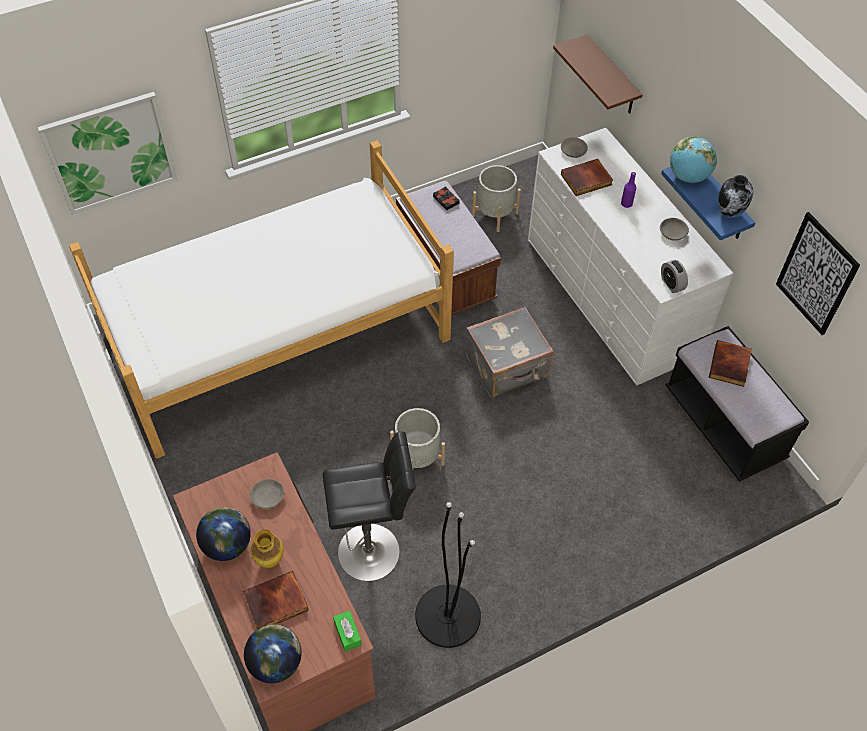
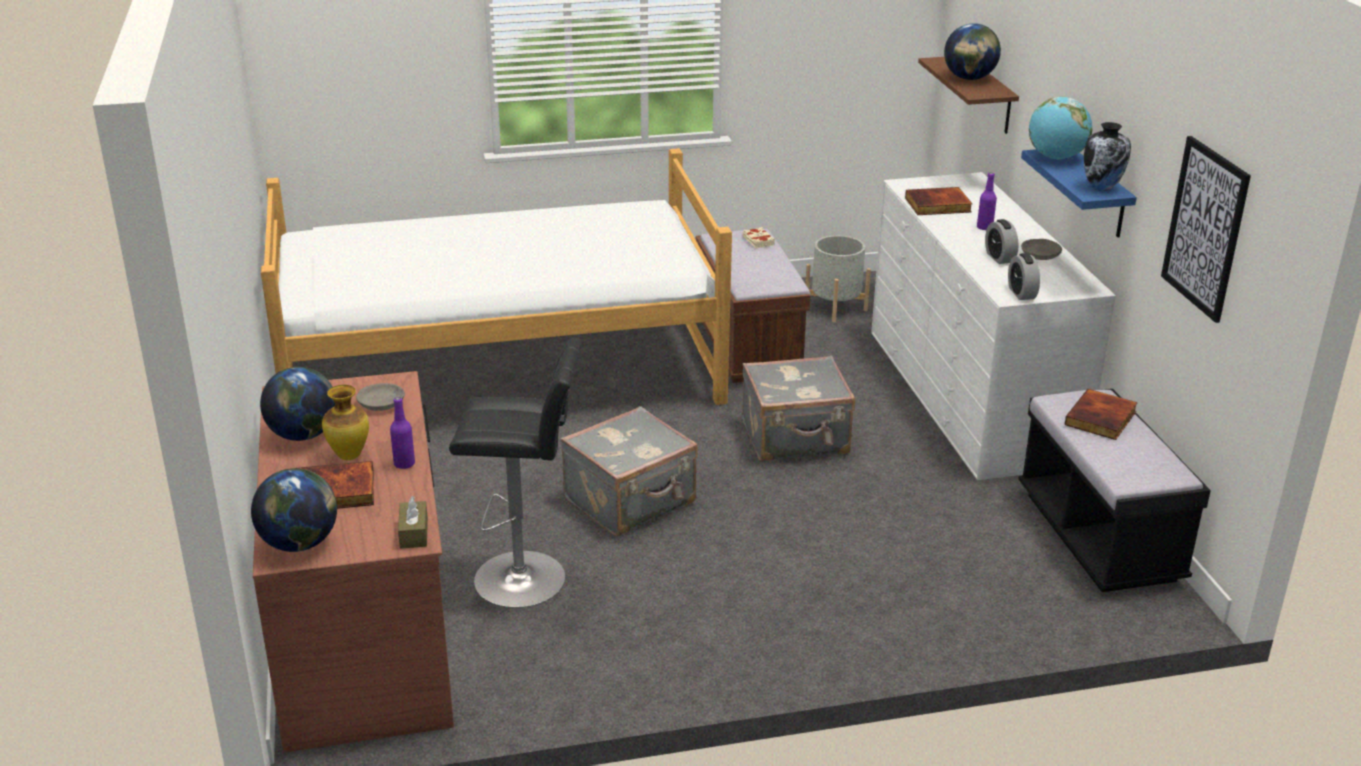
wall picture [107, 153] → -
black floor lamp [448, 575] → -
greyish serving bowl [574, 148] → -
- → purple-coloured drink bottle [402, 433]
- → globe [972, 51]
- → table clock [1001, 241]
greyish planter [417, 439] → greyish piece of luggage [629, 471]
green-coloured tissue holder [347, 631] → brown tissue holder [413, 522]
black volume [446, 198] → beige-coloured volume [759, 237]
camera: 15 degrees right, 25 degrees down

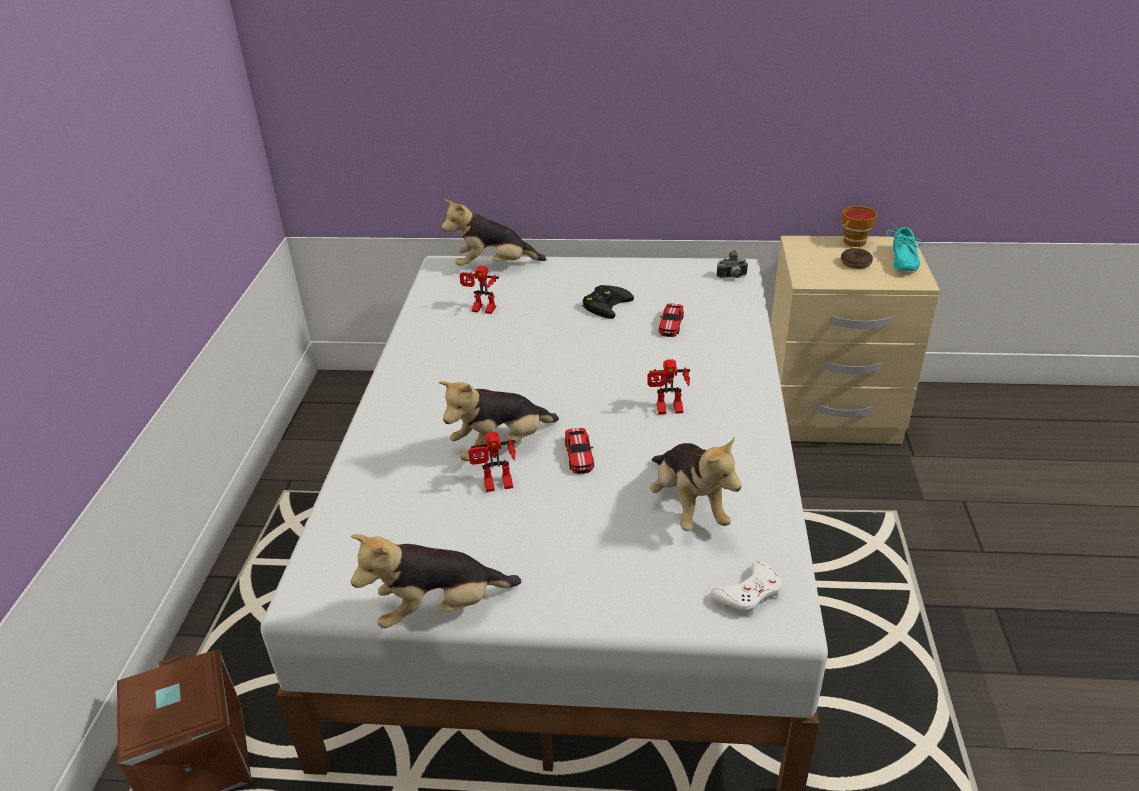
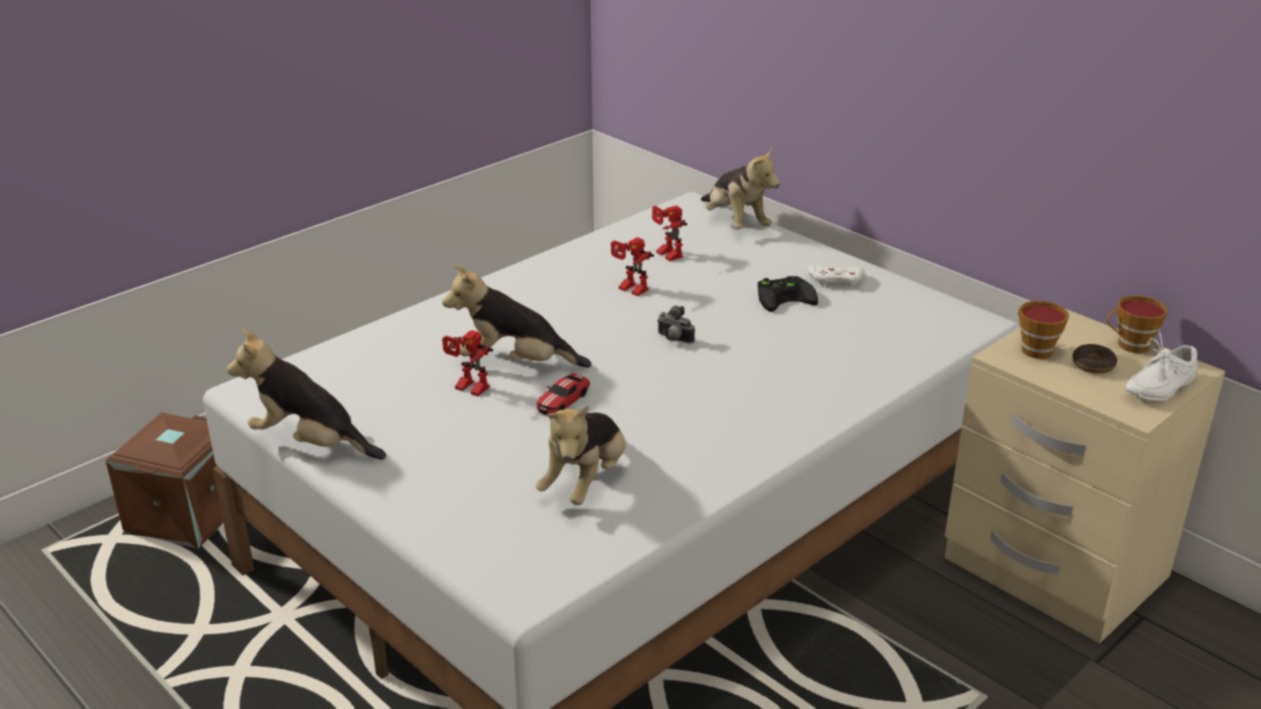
toy car [671, 320] → -
- → drinking cup [1043, 330]
robot figure [668, 386] → robot figure [632, 266], move
whitish game controller [746, 588] → whitish game controller [836, 276], move
still camera [732, 264] → still camera [676, 325], move
blue-green item of footwear [904, 247] → whitish item of footwear [1161, 366]
soft toy [494, 232] → soft toy [740, 188], 150 degrees counterclockwise
camera: 40 degrees right, 5 degrees down

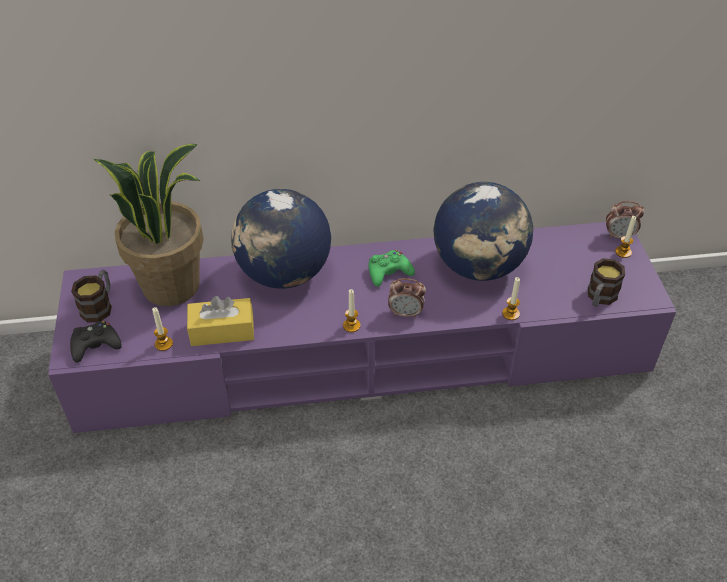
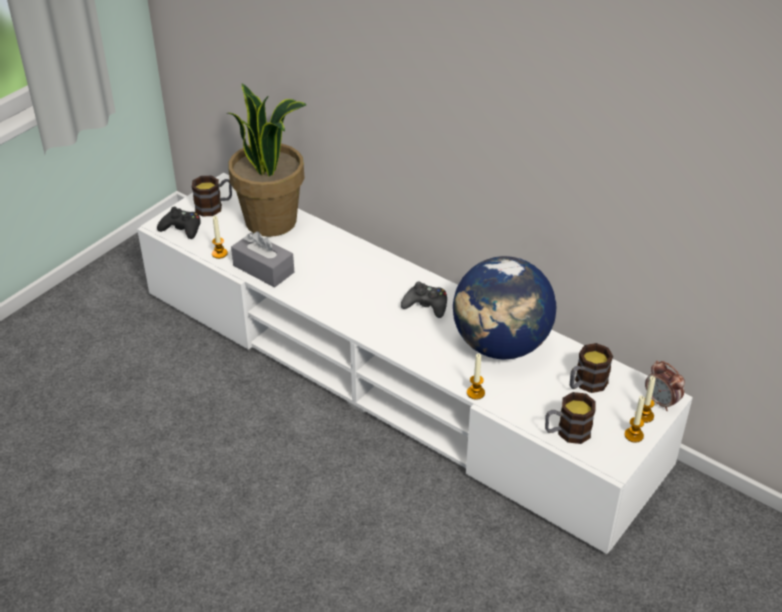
globe [281, 239] → -
table clock [407, 298] → -
- → mug [591, 368]
candle [352, 310] → candle [635, 419], move
purple-coloured tv stand [362, 327] → whitish tv stand [415, 363]
yellow tissue holder [220, 321] → greyish tissue holder [262, 259]
green-coloured game controller [392, 268] → black game controller [424, 299]
camera: 45 degrees right, 5 degrees down

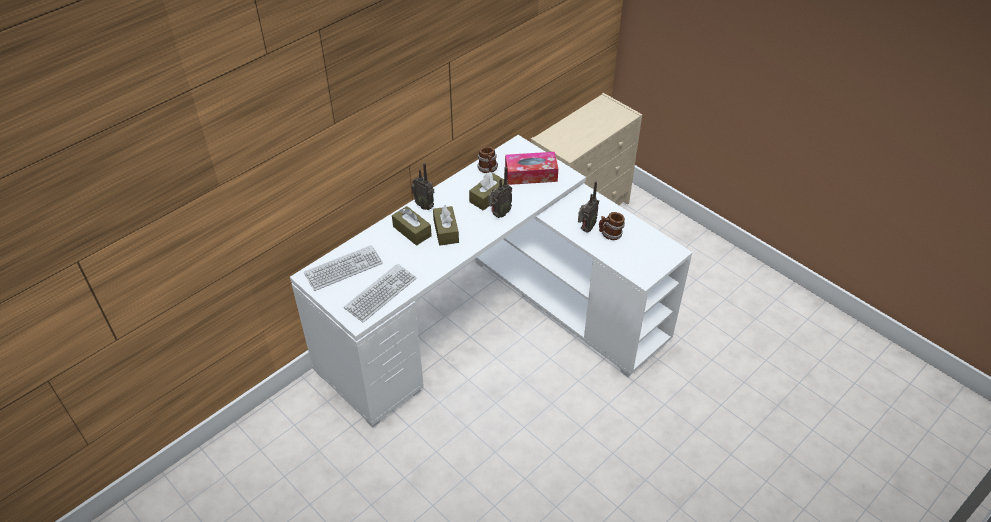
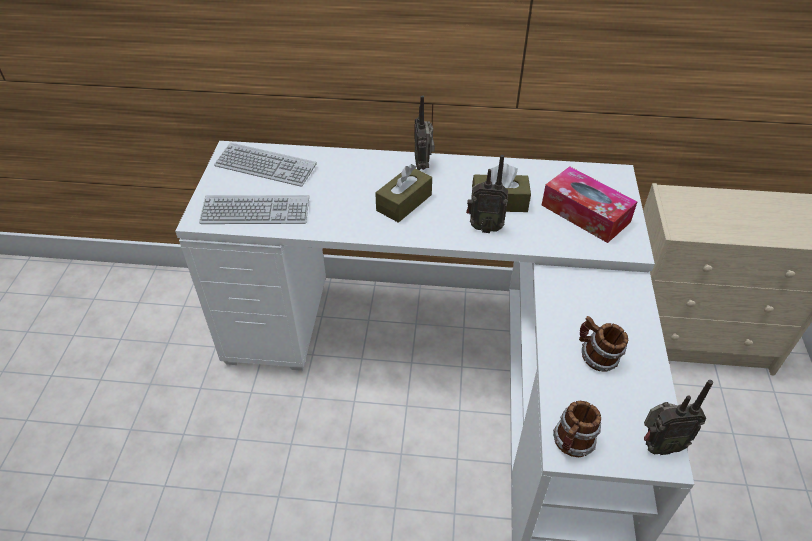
brown tissue holder [412, 226] → -
mug [487, 160] → mug [577, 429], move
radio receiver [588, 207] → radio receiver [678, 417], move
camera: 50 degrees right, 0 degrees up

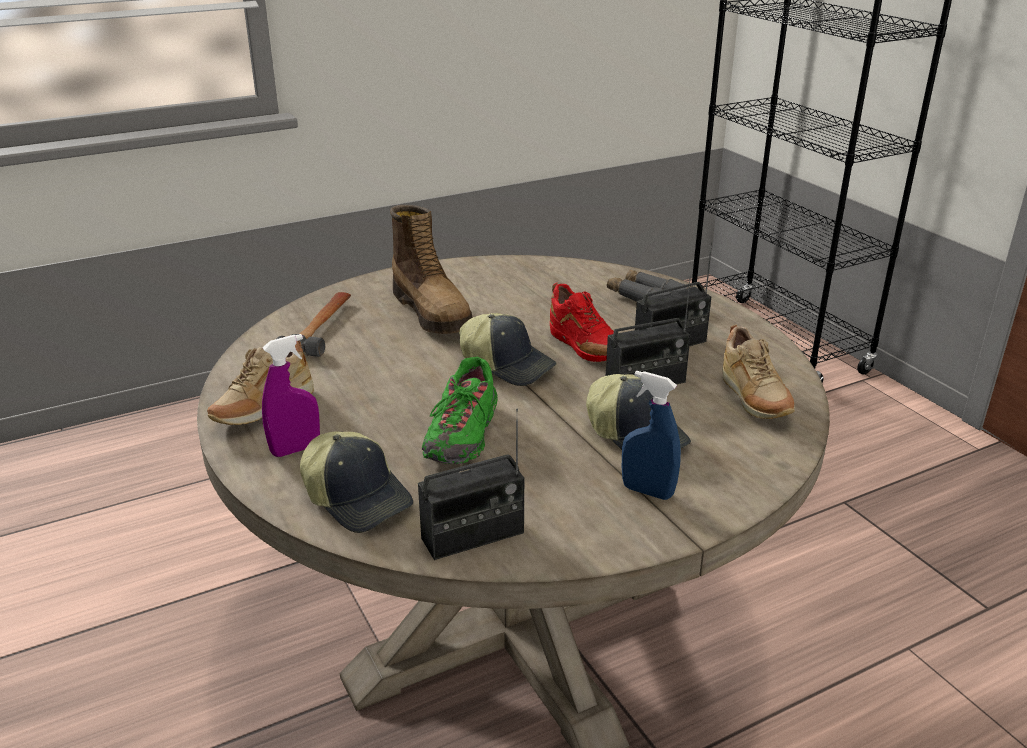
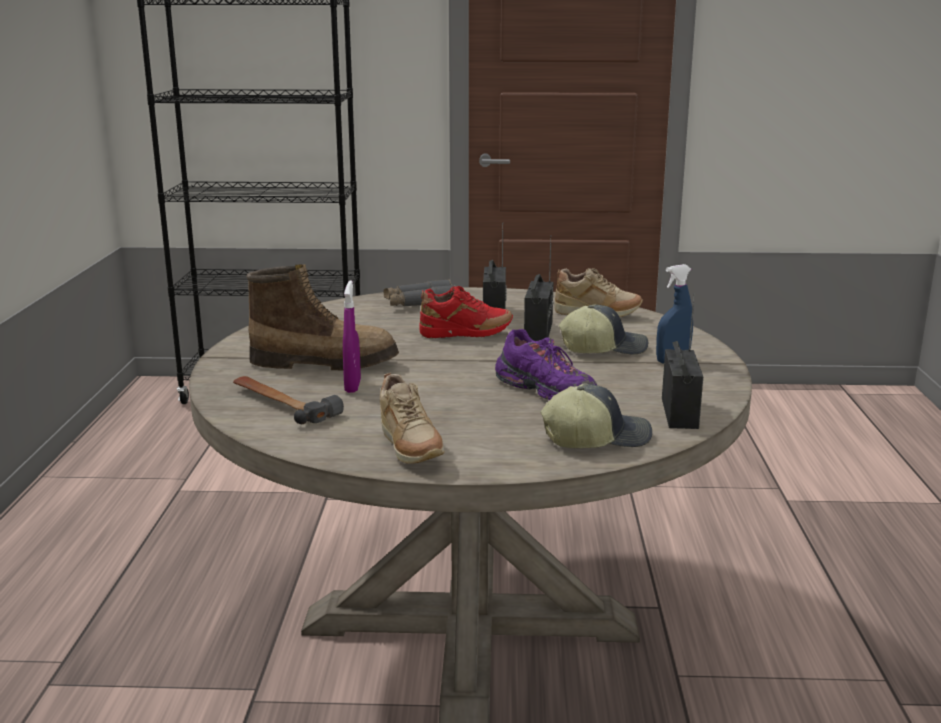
peaked cap [508, 349] → -
purple-coloured hand sprayer [291, 395] → purple-coloured hand sprayer [352, 337], move
green-coloured item of footwear [460, 410] → purple-coloured item of footwear [546, 364]
camera: 60 degrees left, 10 degrees down

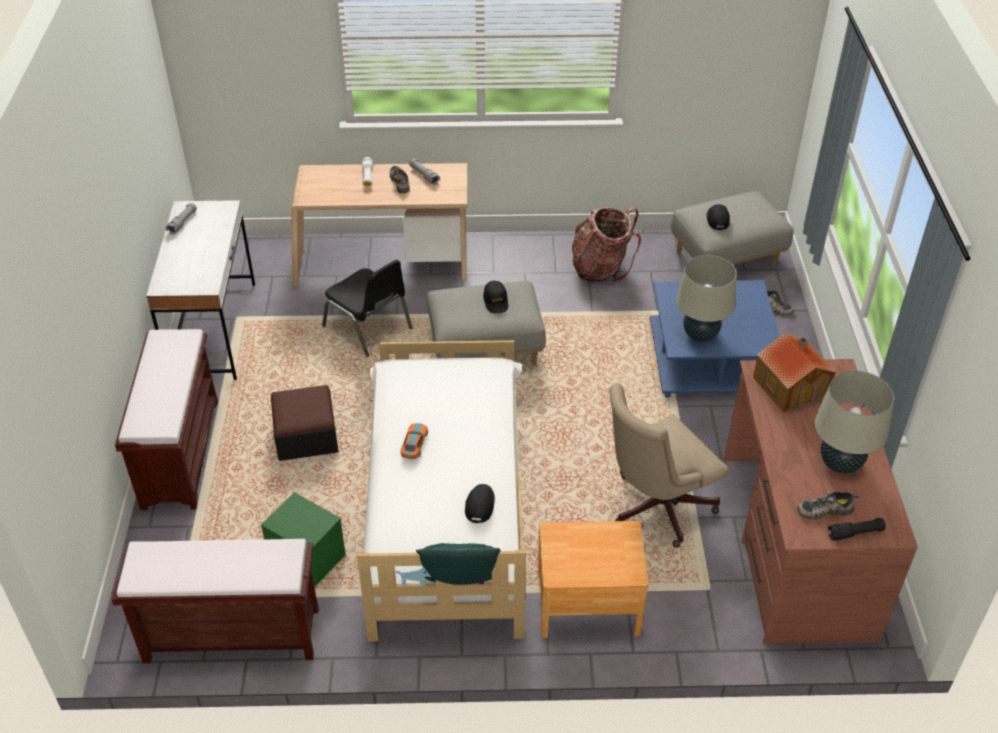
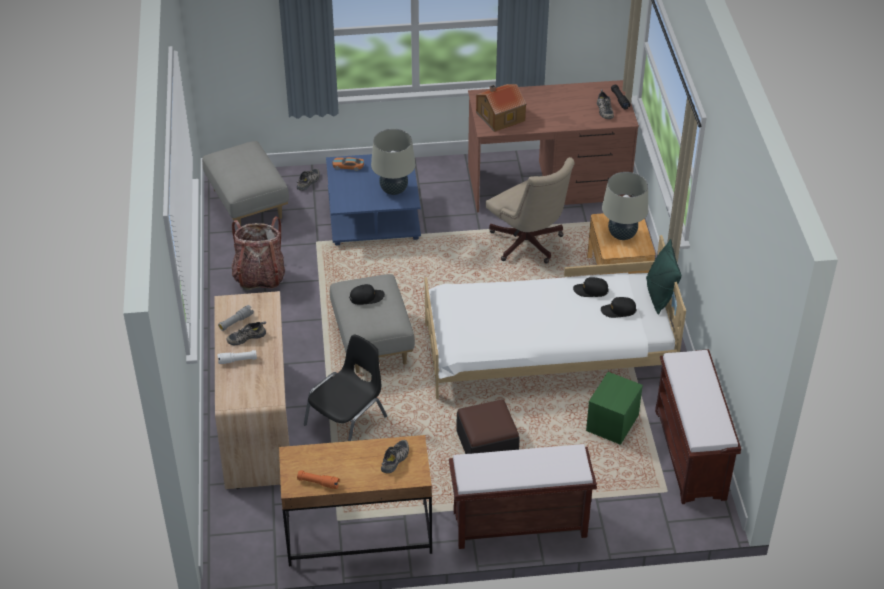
- → item of footwear [395, 456]
toy car [414, 441] → toy car [348, 164], move
black peaked cap [718, 217] → black peaked cap [619, 307], move
beige-coloured lamp for a table [854, 422] → beige-coloured lamp for a table [625, 206], move
whitish desk table [200, 290] → brown desk table [355, 500]
greyish hand torch [181, 219] → orange-coloured hand torch [318, 479]
camera: 95 degrees left, 0 degrees up

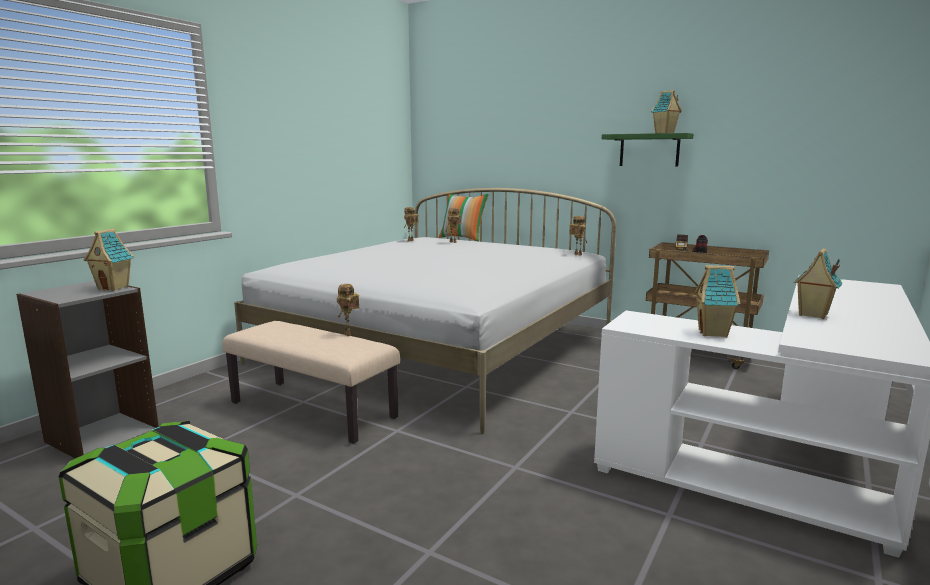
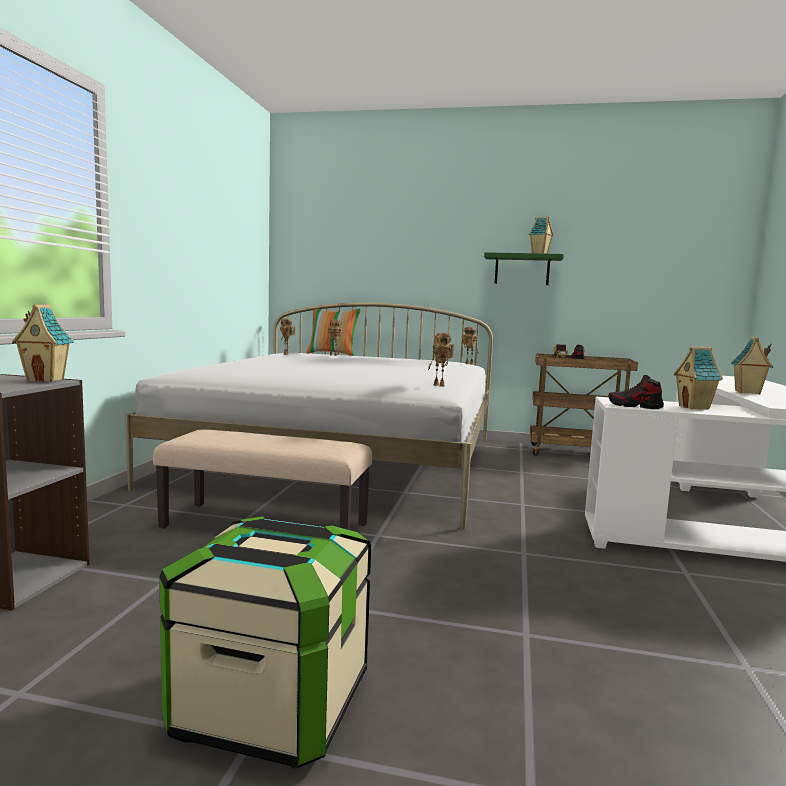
- → item of footwear [636, 392]
robot figure [348, 310] → robot figure [441, 360], move
camera: 20 degrees left, 5 degrees down

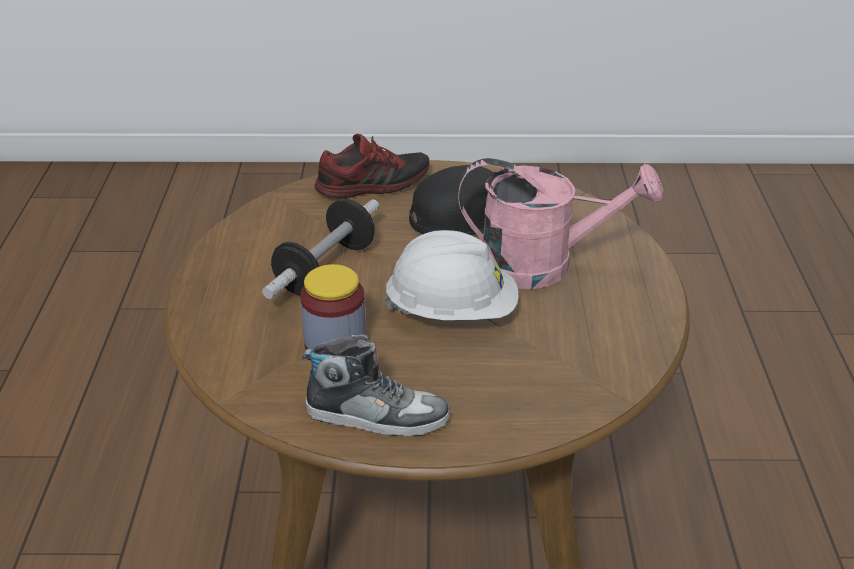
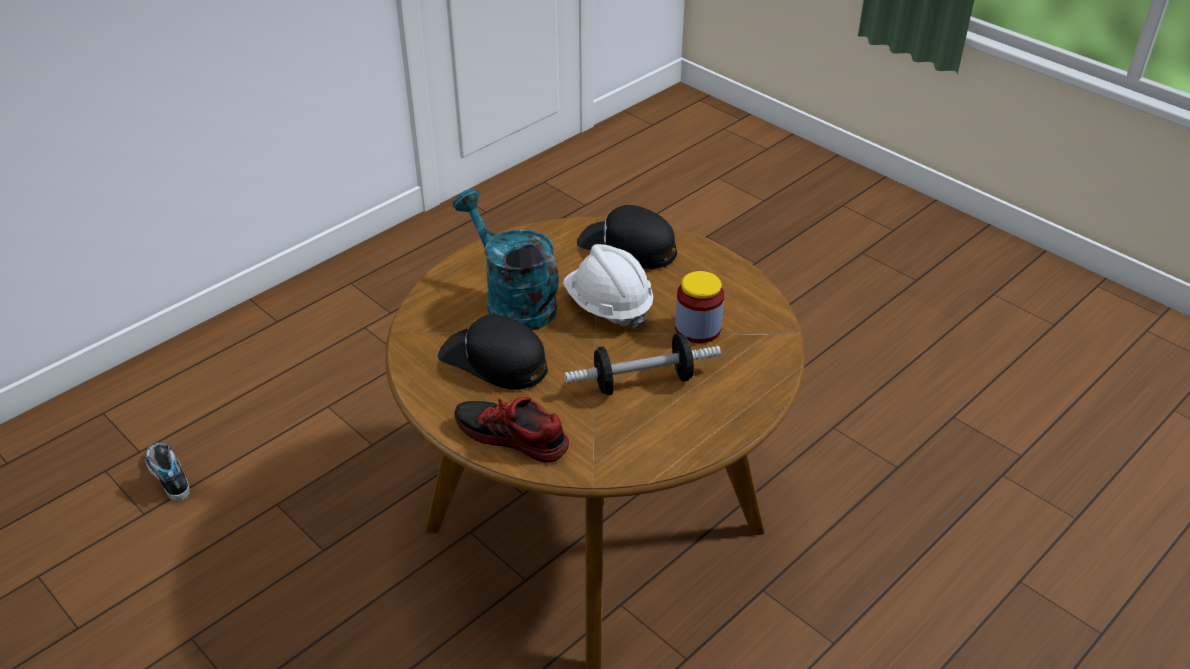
- → black peaked cap [627, 237]
item of footwear [376, 385] → item of footwear [167, 471], move
pink-coloured watering pot [561, 223] → blue-green watering pot [506, 259]
camera: 135 degrees left, 5 degrees up

